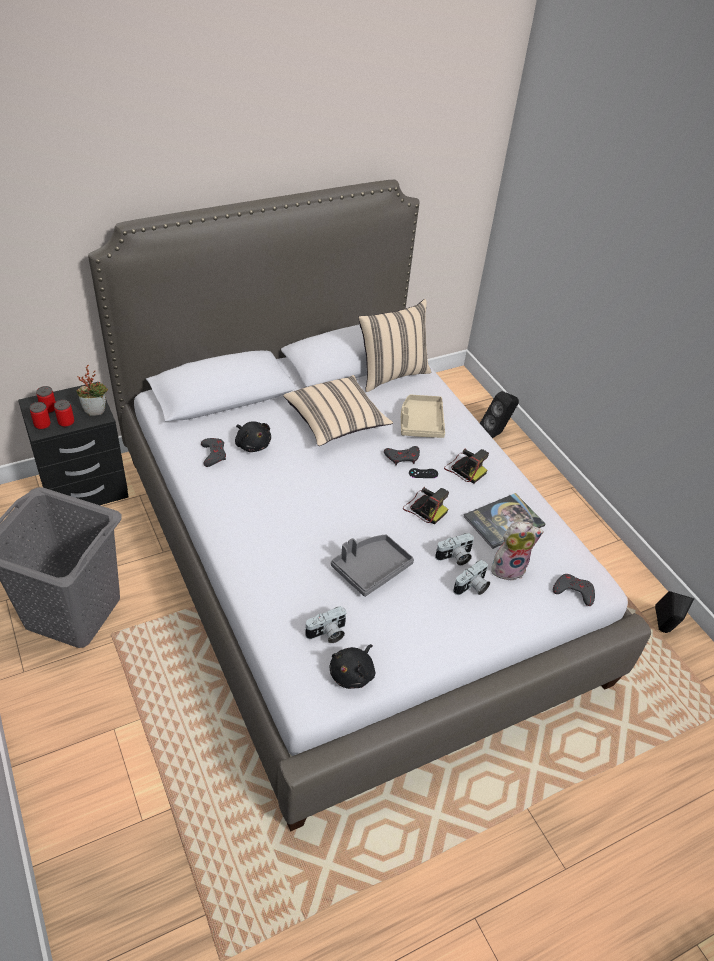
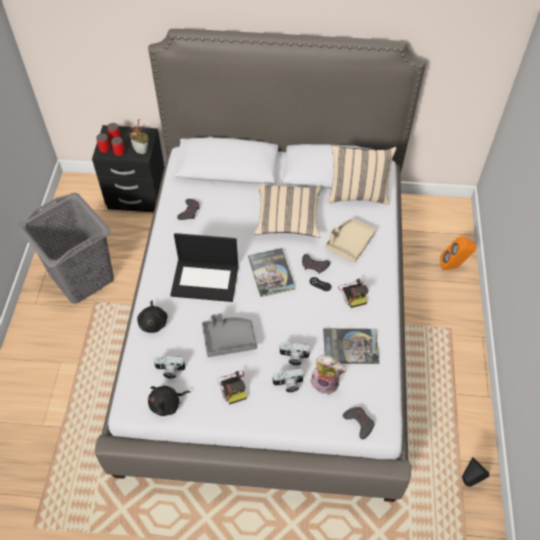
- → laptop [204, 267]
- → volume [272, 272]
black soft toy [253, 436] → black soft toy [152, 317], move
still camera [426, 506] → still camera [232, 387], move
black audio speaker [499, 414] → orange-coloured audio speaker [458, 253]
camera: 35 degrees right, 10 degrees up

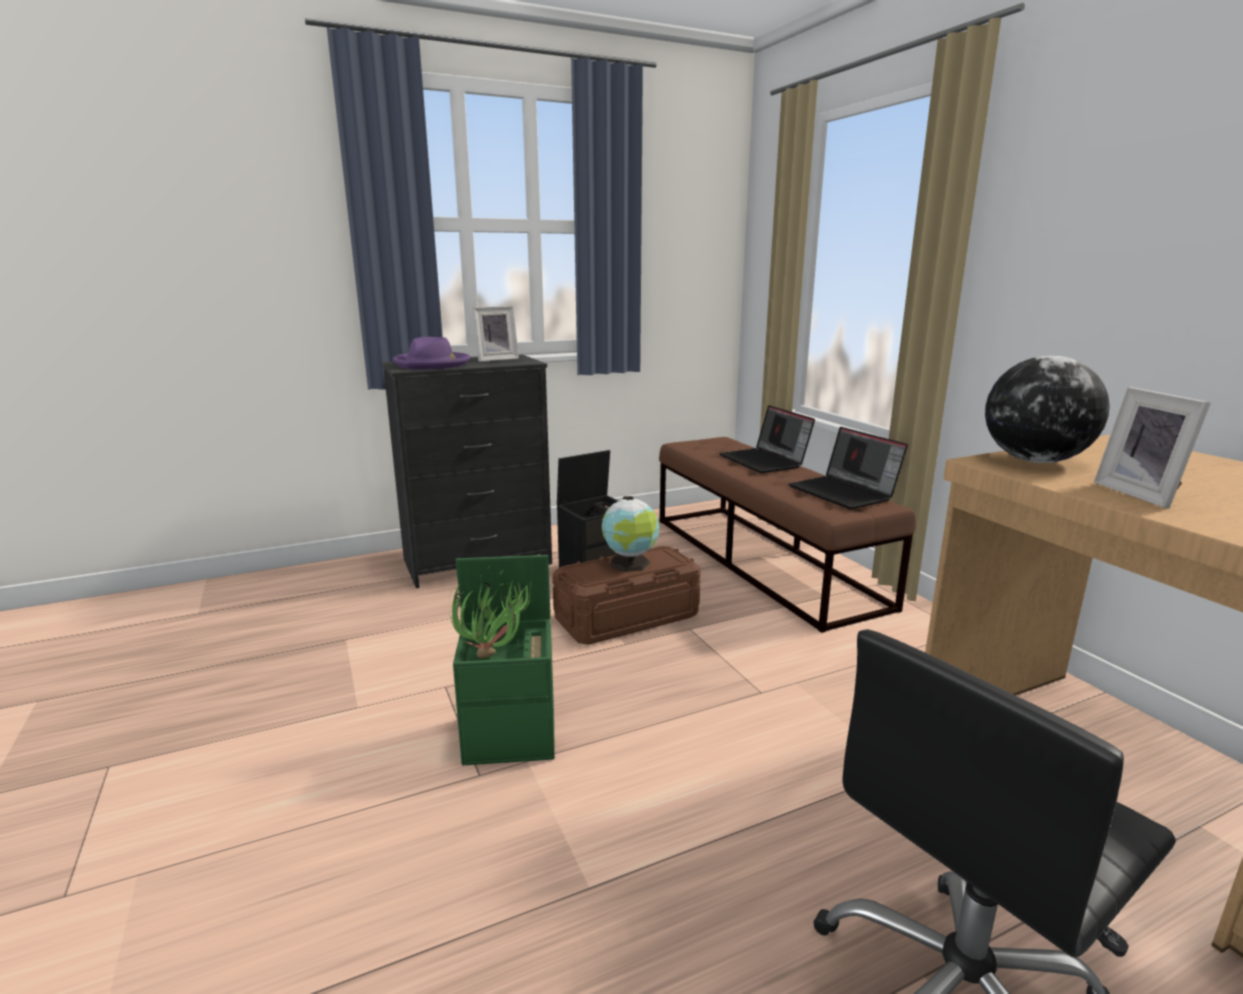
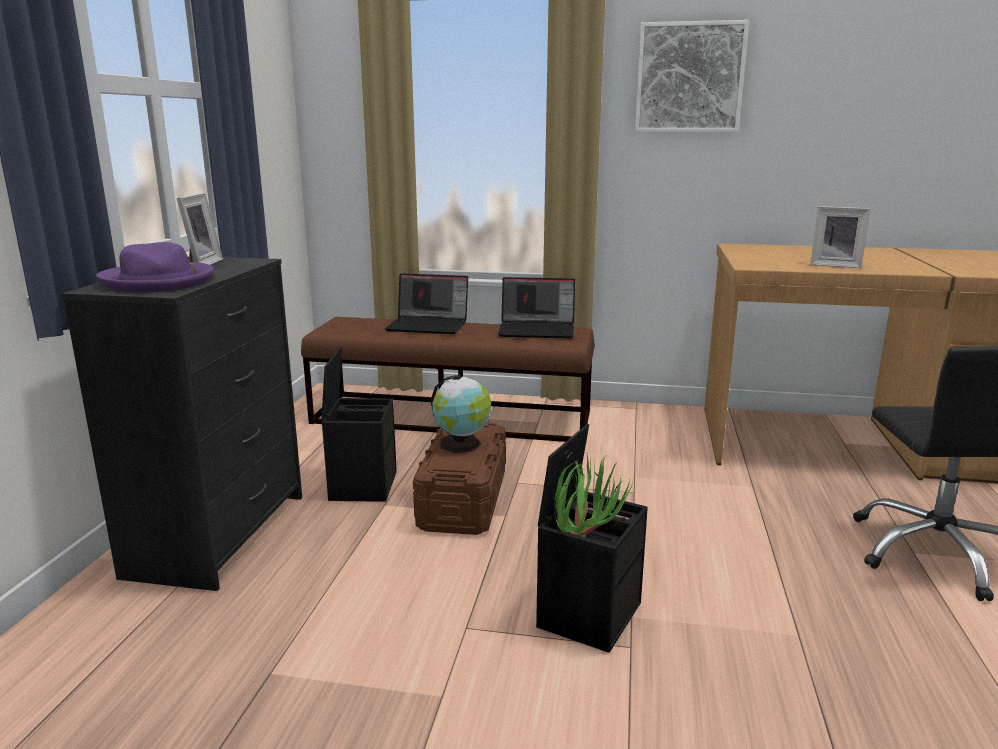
globe [1047, 409] → -
- → wall picture [692, 76]
green-coloured storage container [504, 660] → black storage container [592, 538]
camera: 55 degrees left, 0 degrees up

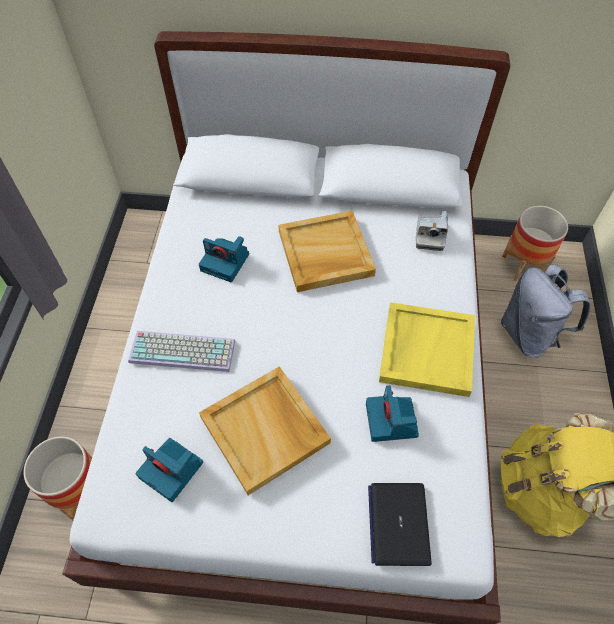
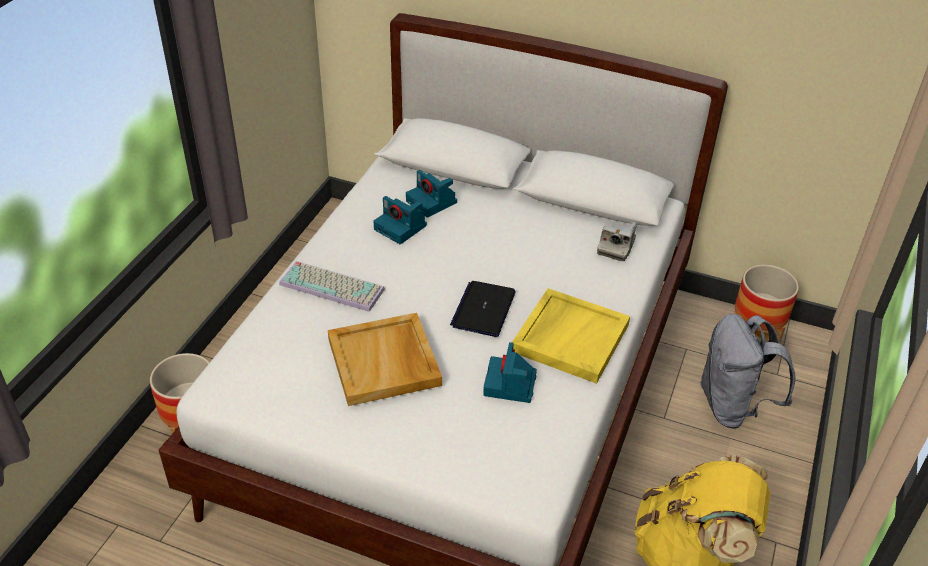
beige-coloured tray [327, 251] → -
still camera [169, 470] → still camera [431, 194], move
laptop [400, 524] → laptop [483, 309], move
camera: 15 degrees right, 15 degrees down

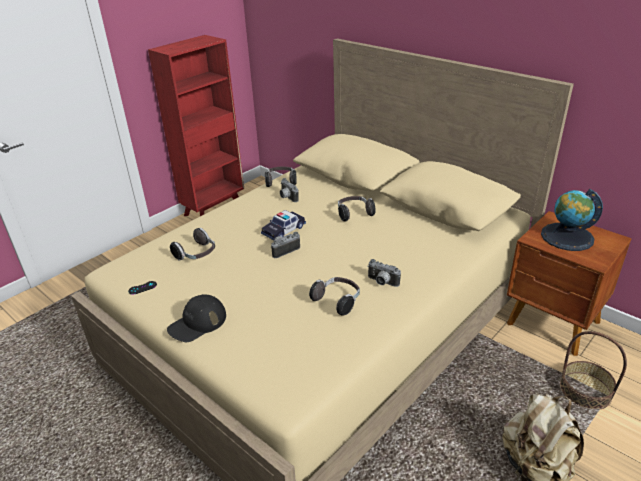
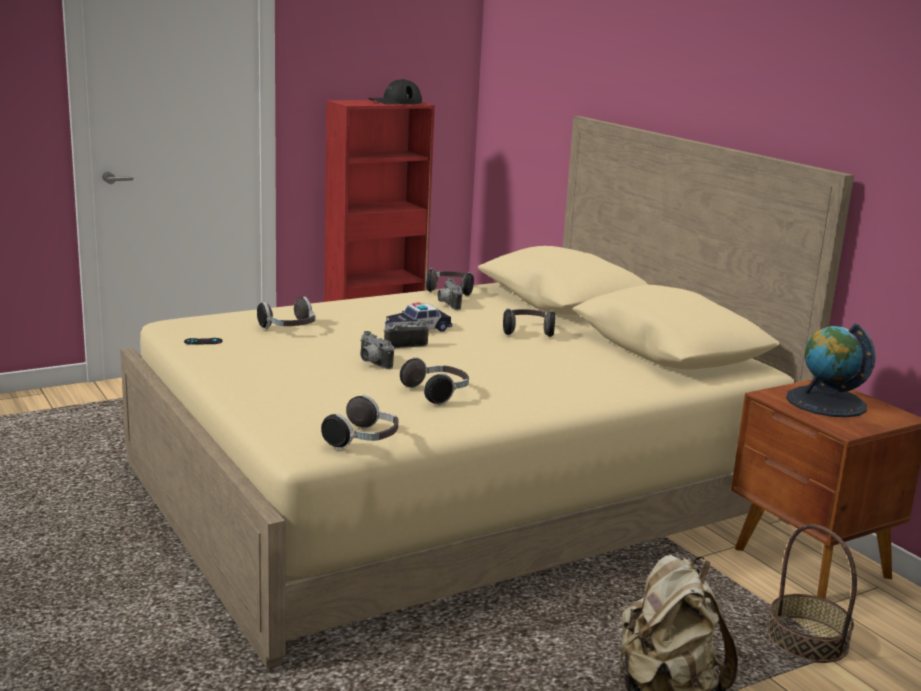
- → headphones [359, 422]
black peaked cap [196, 318] → black peaked cap [395, 91], move
still camera [384, 273] → still camera [377, 350], move
camera: 15 degrees right, 15 degrees down

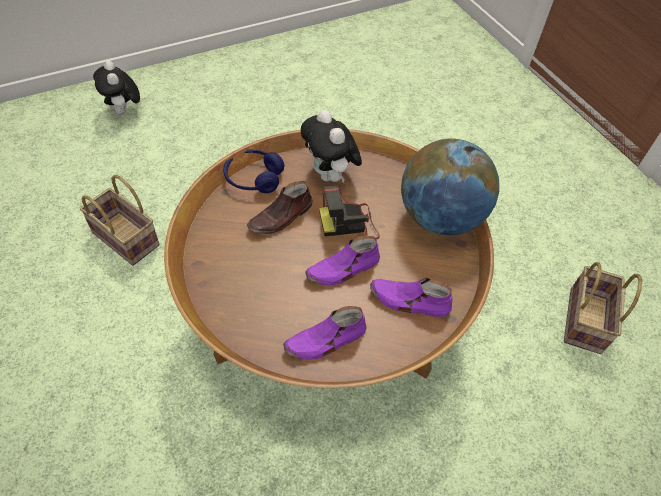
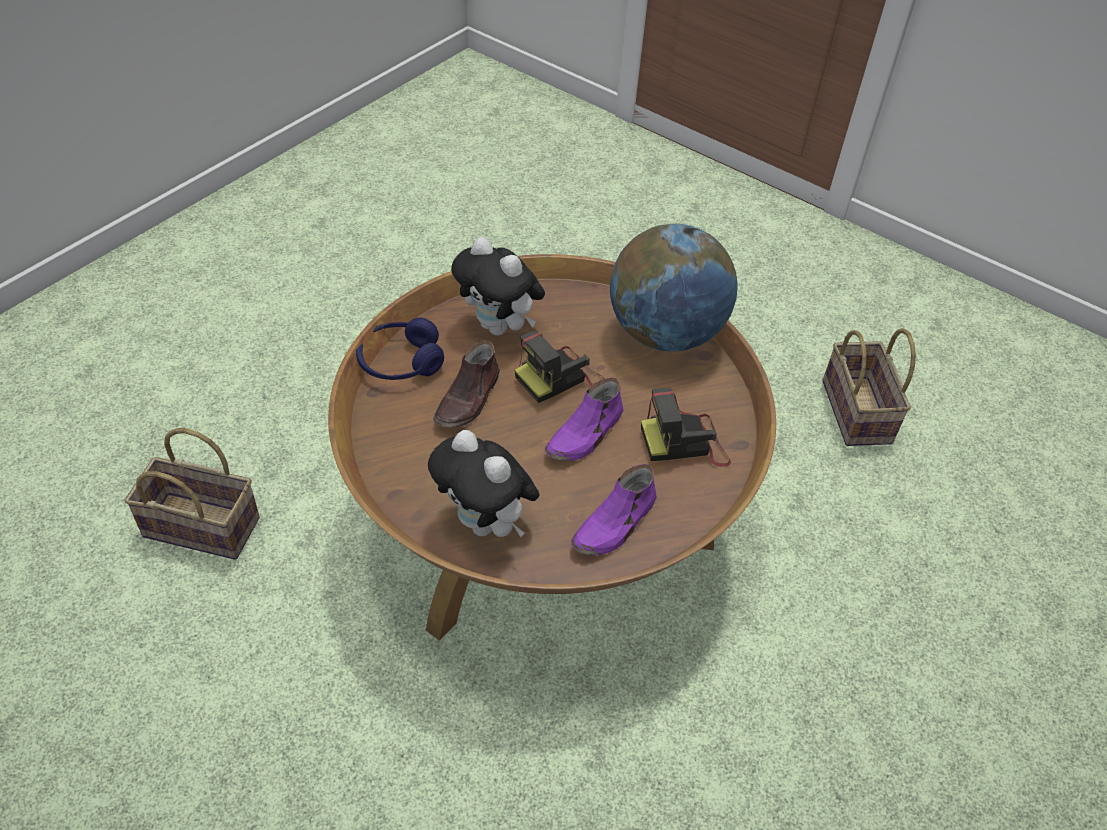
soft toy [116, 88] → soft toy [483, 483], move
purple-coloured item of footwear [411, 297] → still camera [686, 427]
camera: 25 degrees left, 5 degrees down

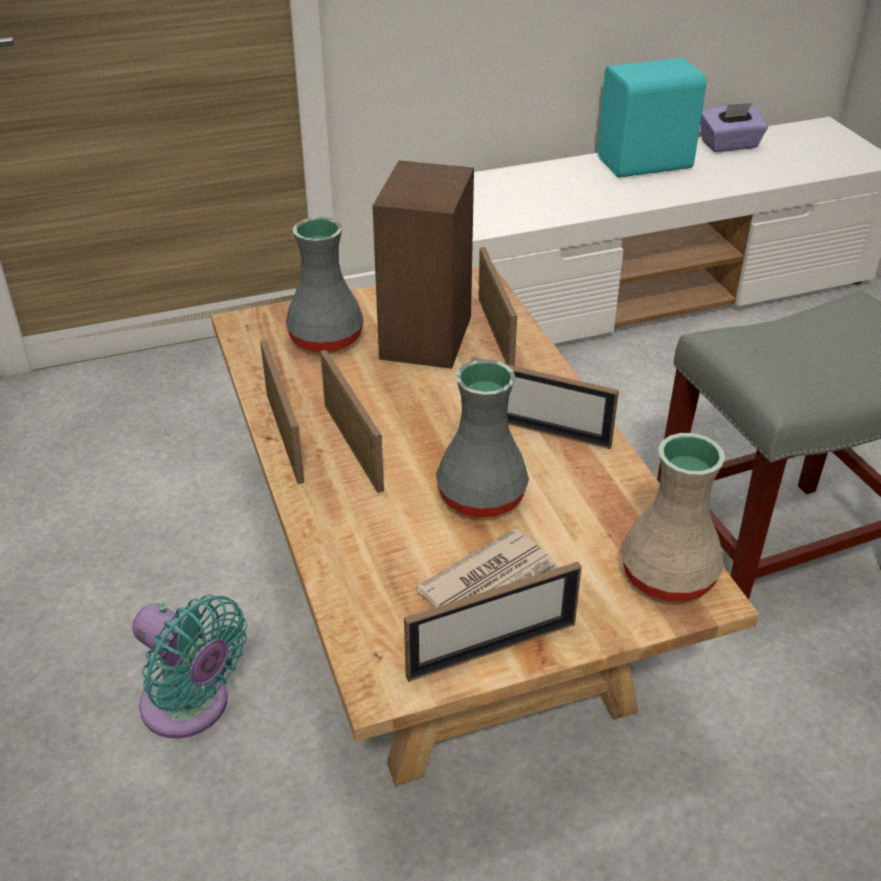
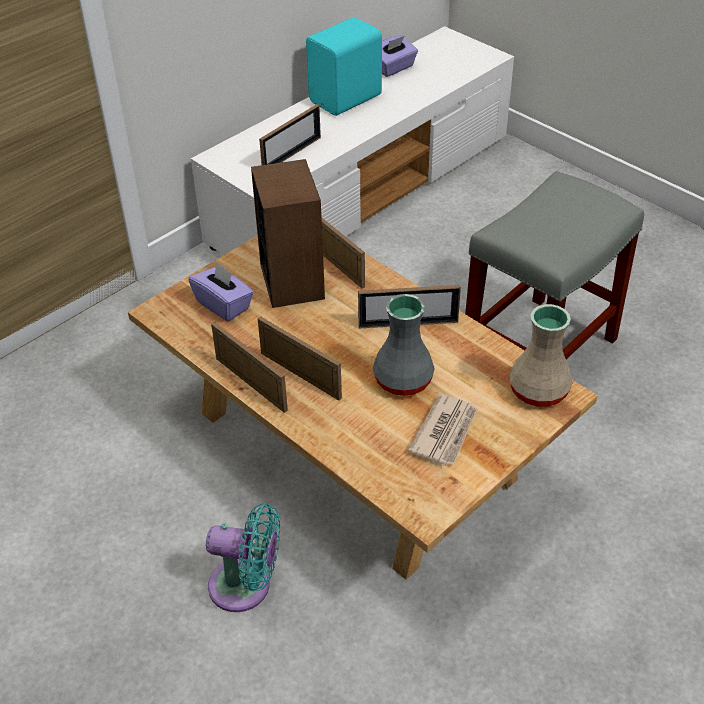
standing frame [493, 622] → standing frame [290, 134], move
greyish vase [325, 285] → purple-coloured tissue holder [221, 291]
camera: 25 degrees left, 5 degrees up

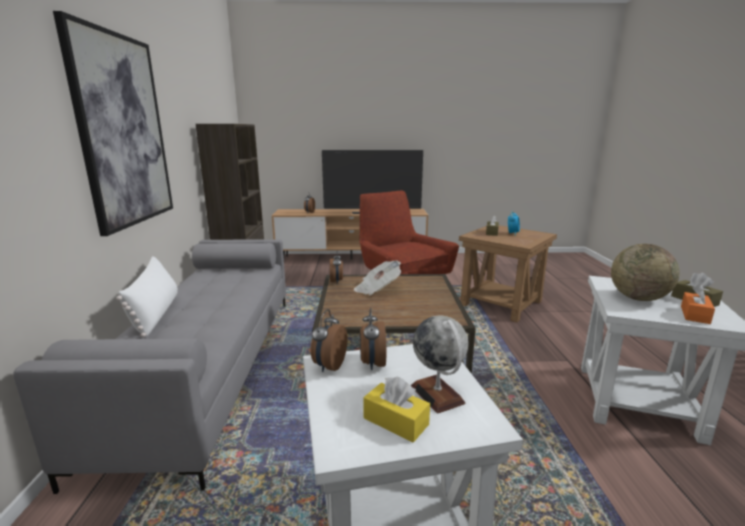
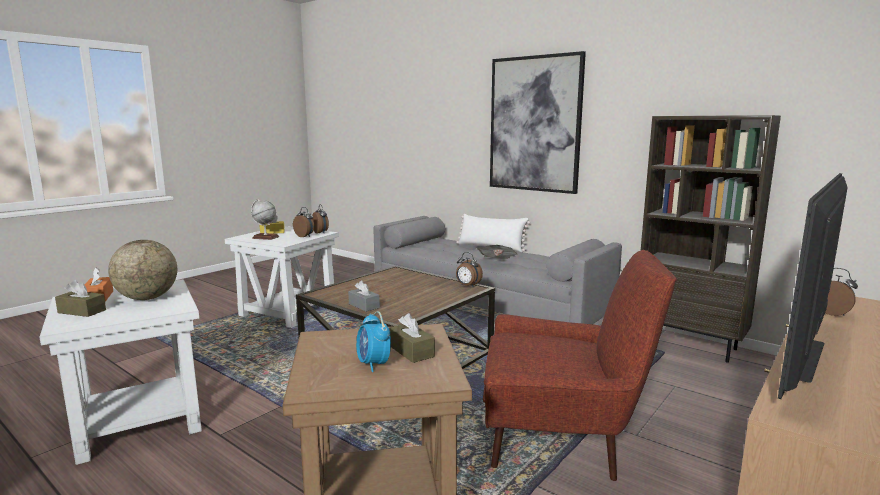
- → greyish tissue holder [364, 296]
daily paper [377, 277] → daily paper [497, 252], move
camera: 130 degrees right, 5 degrees down

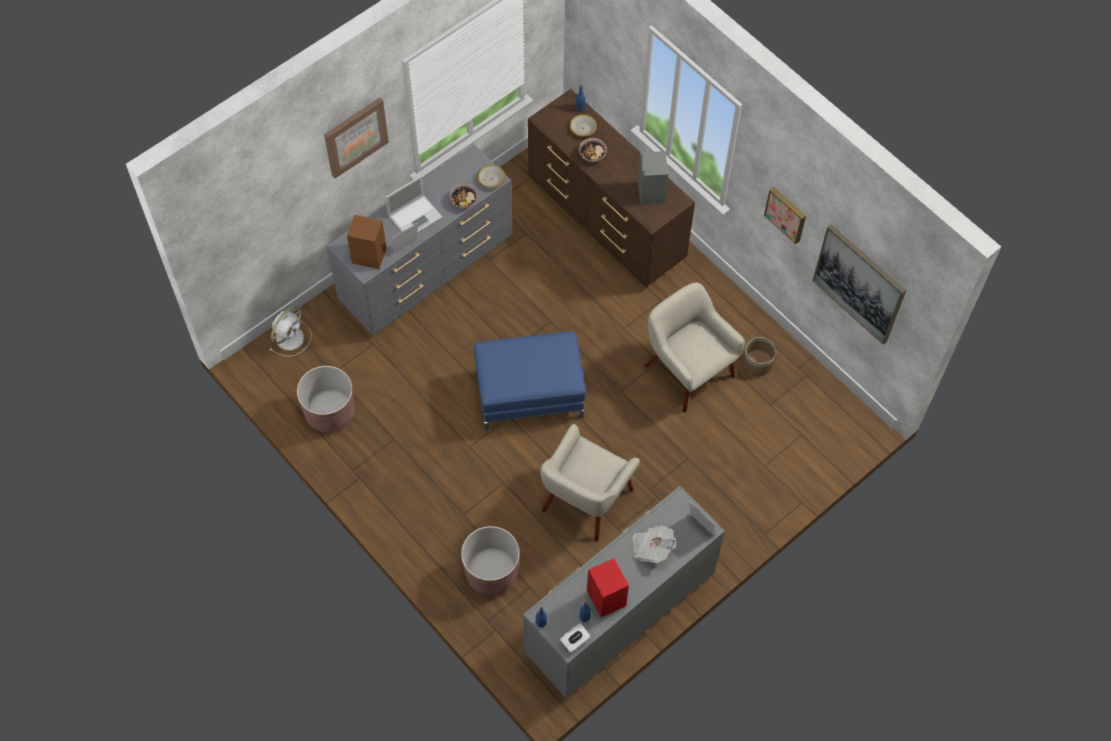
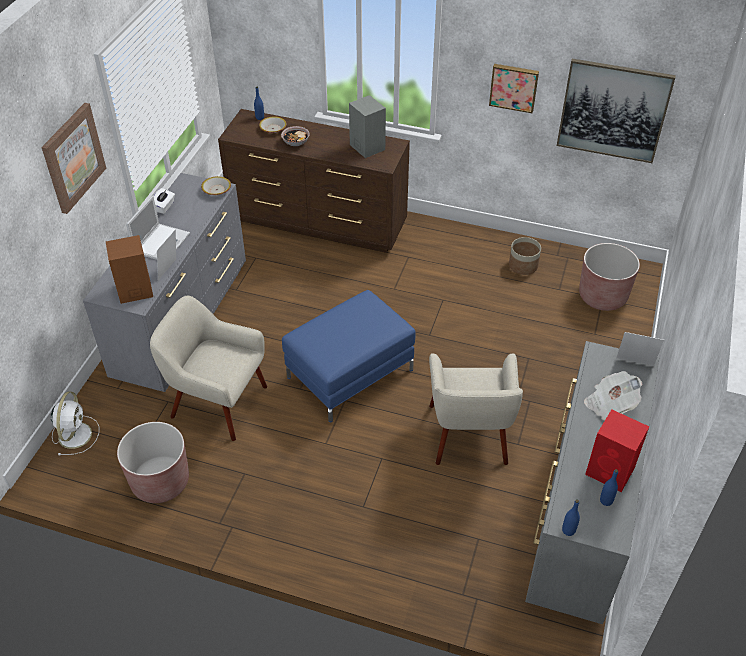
serving bowl [463, 196] → -
brown planter [490, 560] → brown planter [609, 277], move
whitish tissue holder [575, 638] → whitish tissue holder [164, 201], move
beige-coloured easy chair [695, 347] → beige-coloured easy chair [208, 368], move
camera: 30 degrees left, 15 degrees down

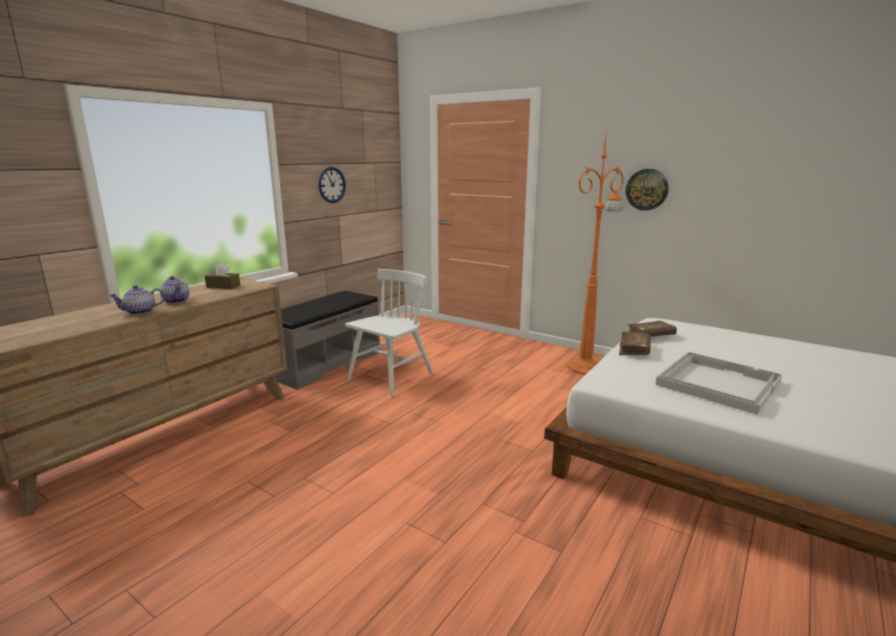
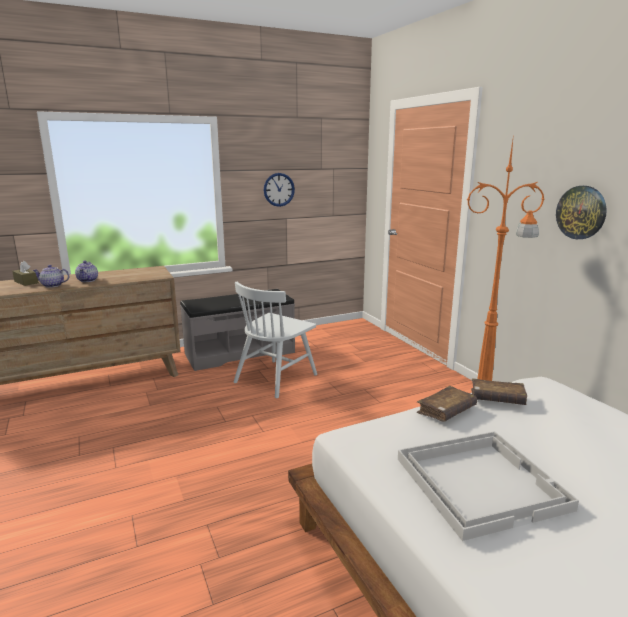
brown tissue holder [222, 276] → brown tissue holder [25, 273], move
whitish plain chair [389, 332] → whitish plain chair [275, 340], 150 degrees clockwise
camera: 30 degrees right, 0 degrees up

